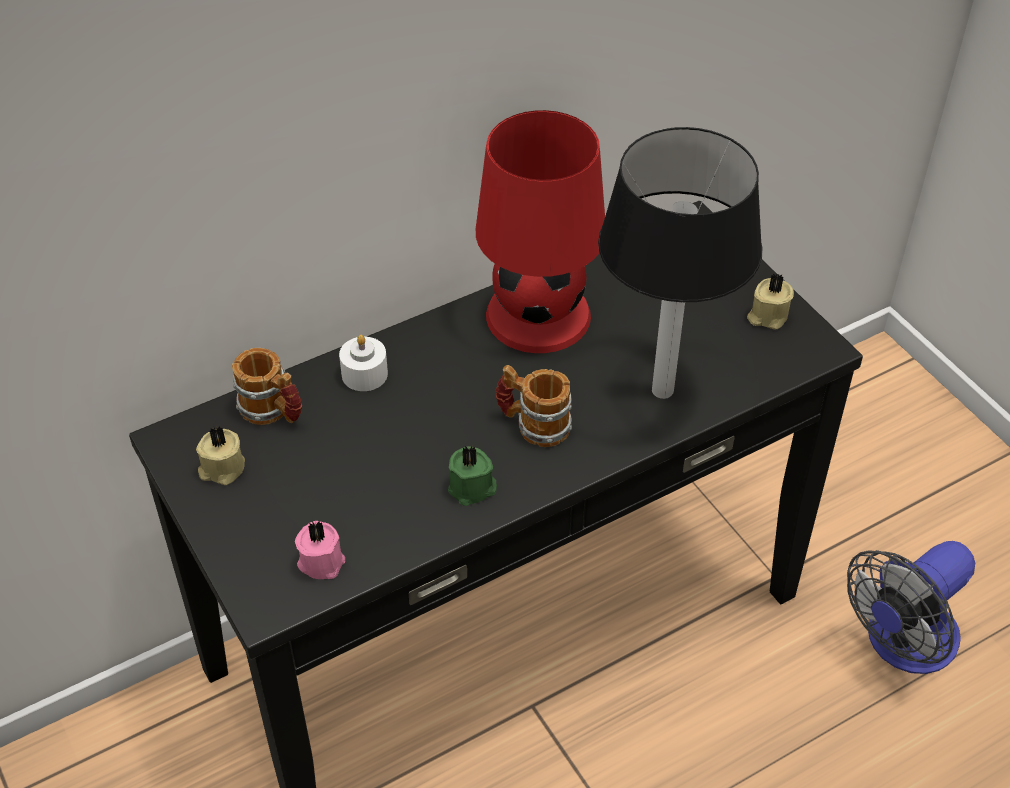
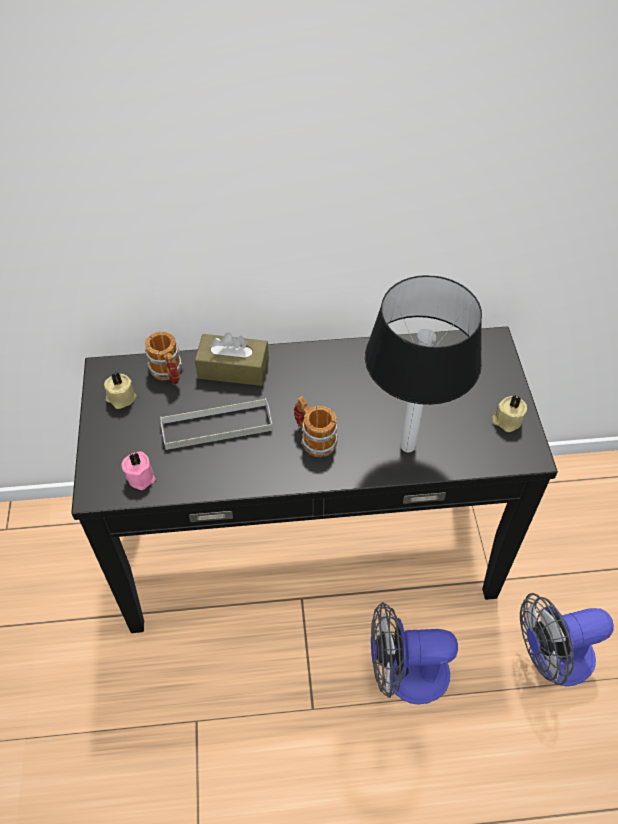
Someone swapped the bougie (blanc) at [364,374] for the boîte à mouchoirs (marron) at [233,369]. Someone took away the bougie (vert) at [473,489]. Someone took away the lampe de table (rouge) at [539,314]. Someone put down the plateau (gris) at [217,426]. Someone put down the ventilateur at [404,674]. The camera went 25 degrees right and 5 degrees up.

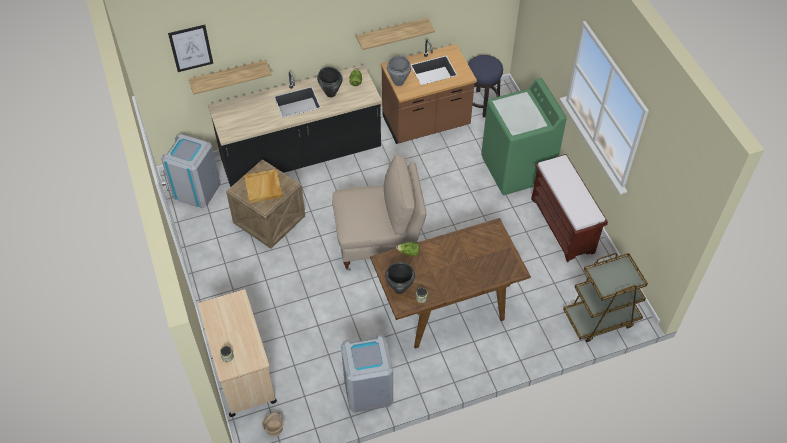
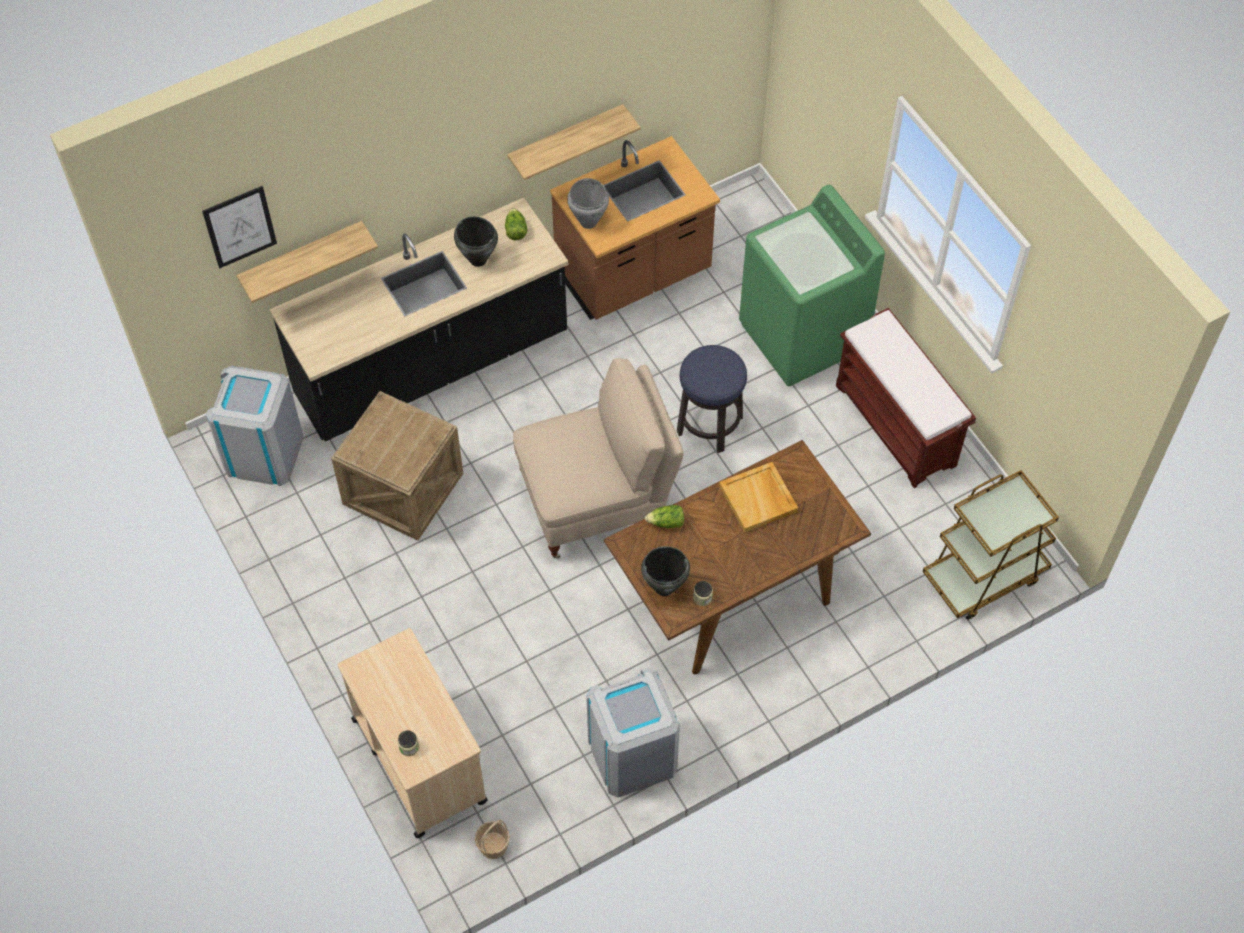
Someone carried the plateau (beige) from [263,187] to [759,499]. Someone carried the tabouret from [481,104] to [709,425]. The camera went 10 degrees left and 5 degrees up.

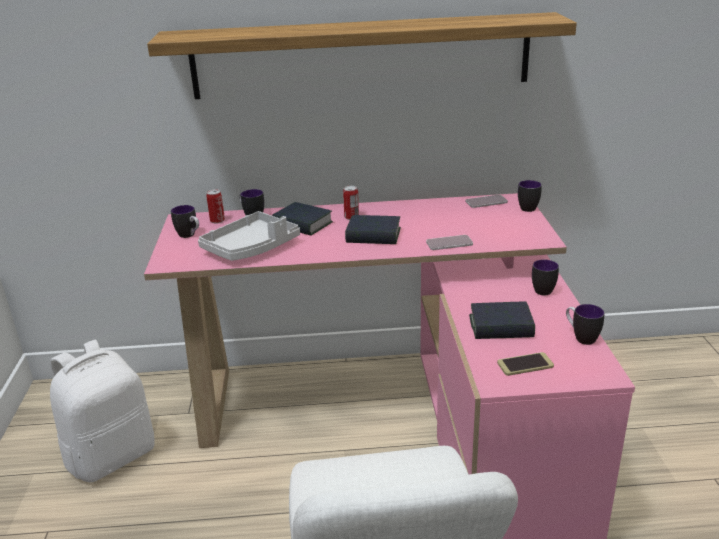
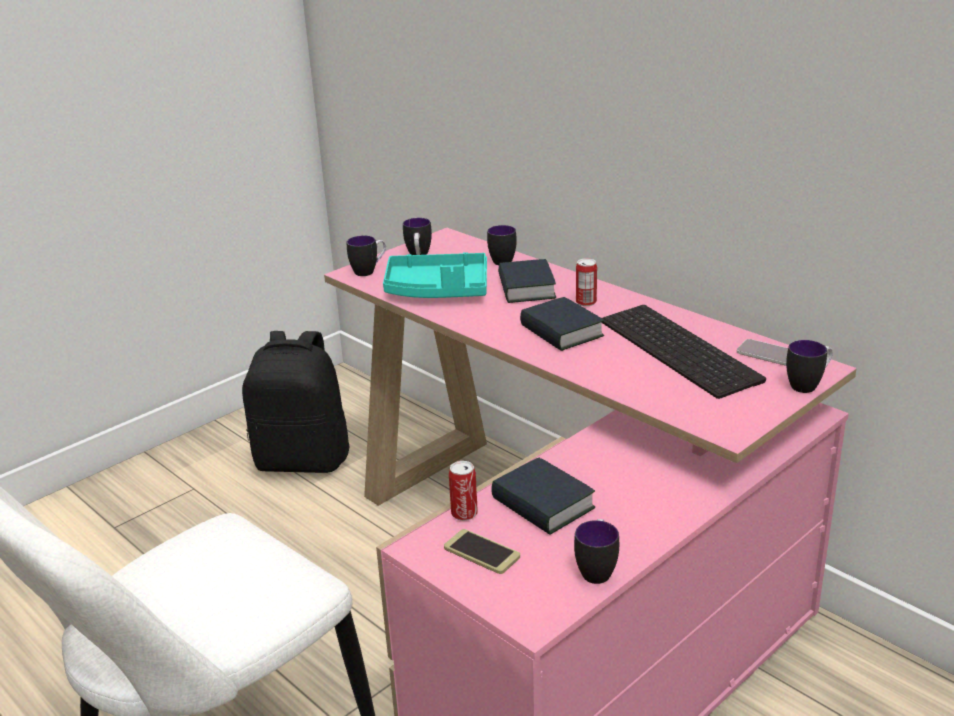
Someone repainted the sac à dos (blanc) at [112,455], which became the sac à dos (noir) at [303,460]. Someone took away the étagère at [361,56]. Someone repainted the plateau (gris) at [251,248], which became the plateau (turquoise) at [438,290]. Someone carried the boîte métallique from [217,220] to [464,513]. Someone took away the téléphone at [449,243]. Someone carried the mug from [542,289] to [369,271]. Someone put down the clavier at [682,349]. The camera went 50 degrees right and 0 degrees up.

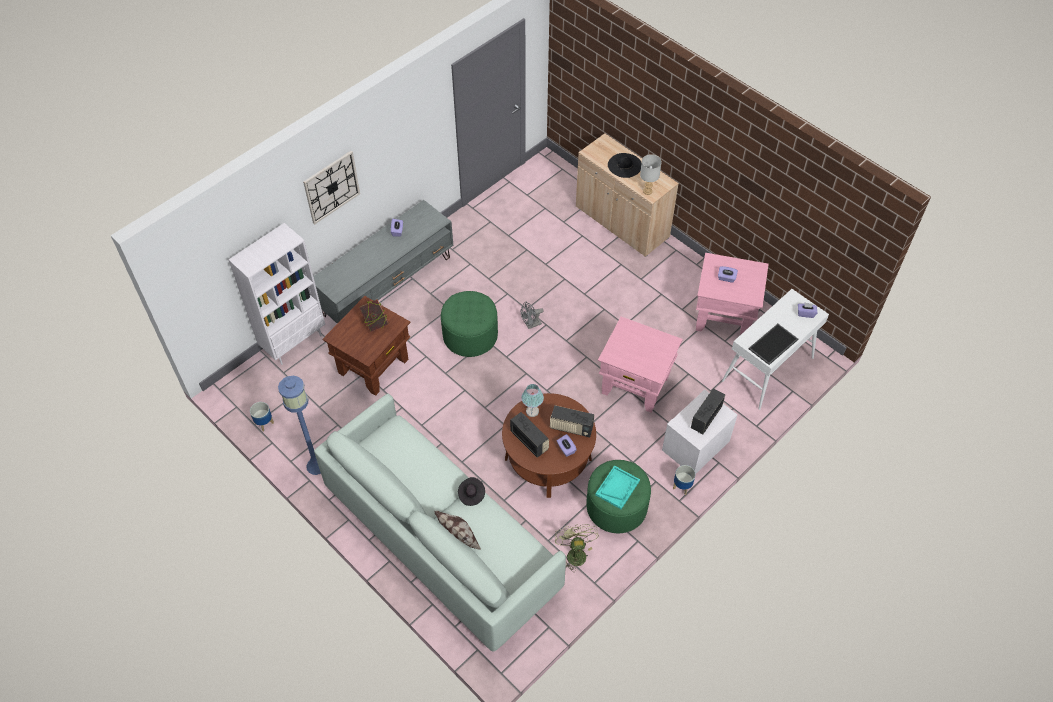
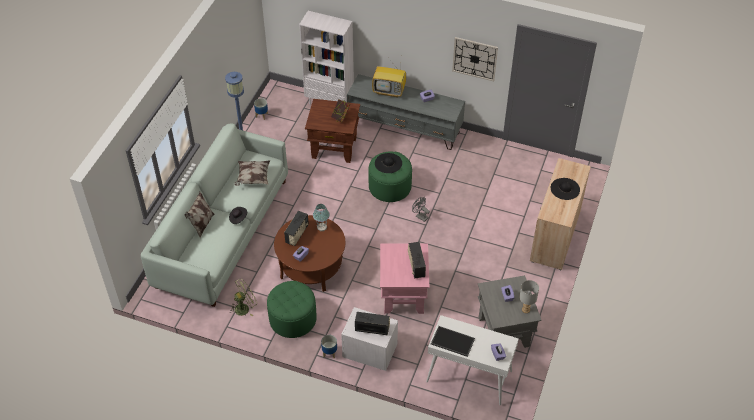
Someone carried the horloge murale from [331,187] to [475,58]. Someone carried the radio from [571,428] to [416,265]. Someone took away the plateau (turquoise) at [617,488]. Someone carried the lampe de table (gris) from [647,191] to [525,309]. Someone repainted the table d'appoint (rose) at [724,316], which became the table d'appoint (gris) at [504,331]. Someone put down the coussin at [253,178]. Someone put down the téléviseur at [389,91]. Someone put down the chapeau (noir) at [388,163]. The camera went 65 degrees right and 5 degrees down.

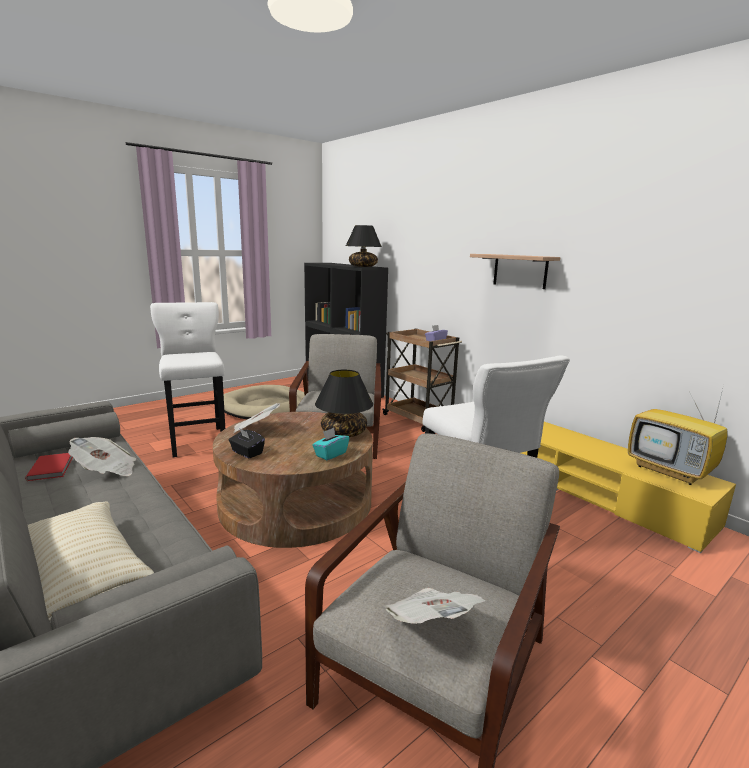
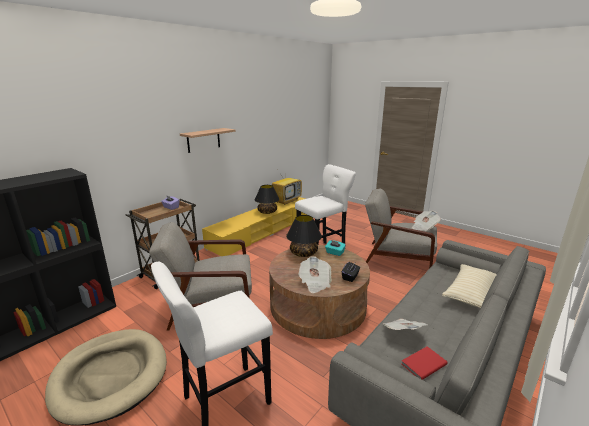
Someone carried the lampe de table (noir) from [363,266] to [267,212]. The camera went 100 degrees left and 5 degrees up.

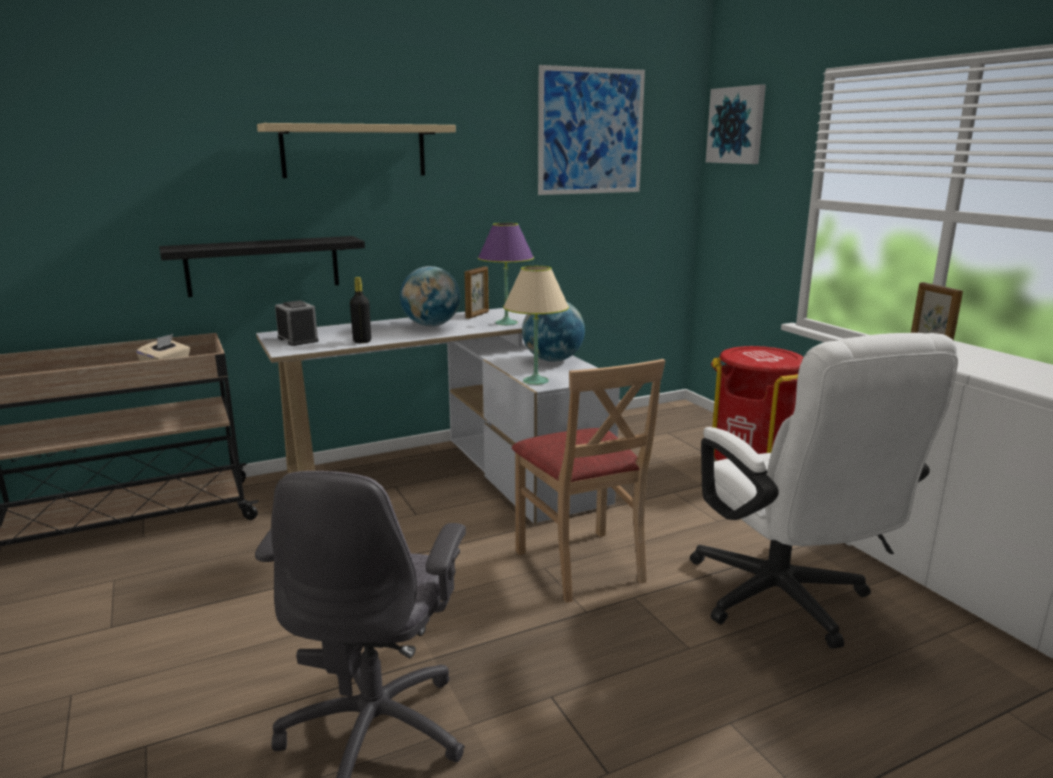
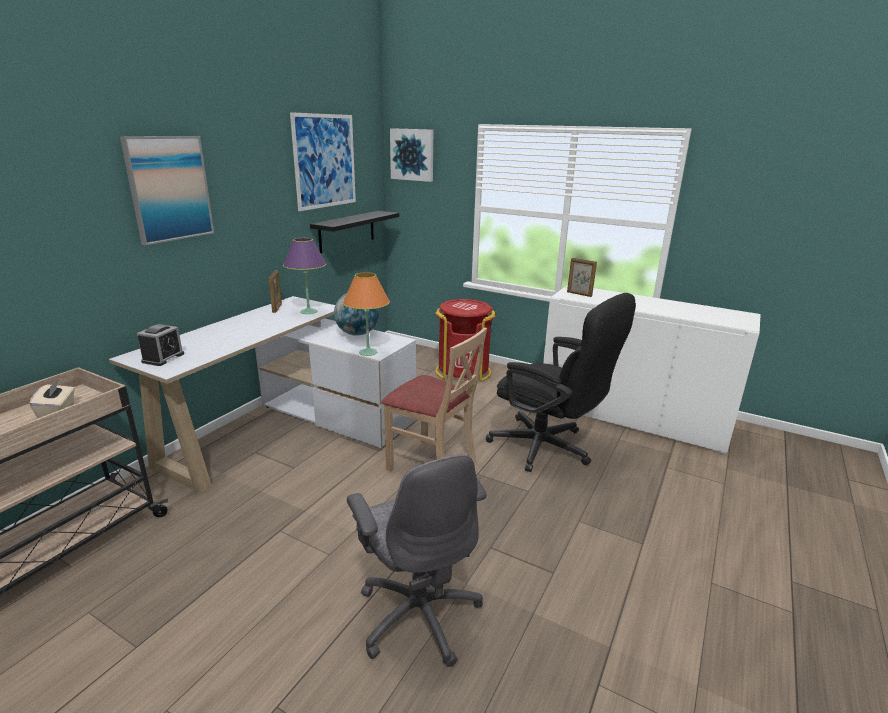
Someone carried the étagère (noir) from [263,265] to [347,231]. Someone swapped the étagère (beige) at [354,151] for the tableau at [169,189]. Someone rotated the réveil at [298,340] by 90 degrees clockwise. Someone took away the bouteille (noir) at [362,341]. Someone took away the globe at [431,325]. Someone repainted the lampe de table (beige) at [536,381], which became the lampe de table (orange) at [368,352]. Someone repainted the chaise de bureau (blanc) at [787,603], which became the chaise de bureau (noir) at [549,449]. The camera went 35 degrees left and 5 degrees up.

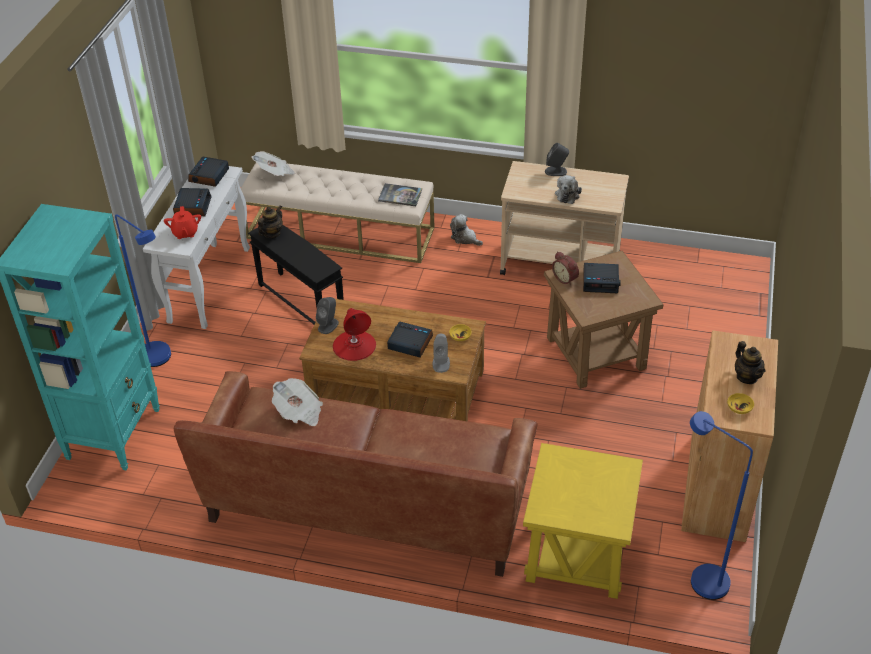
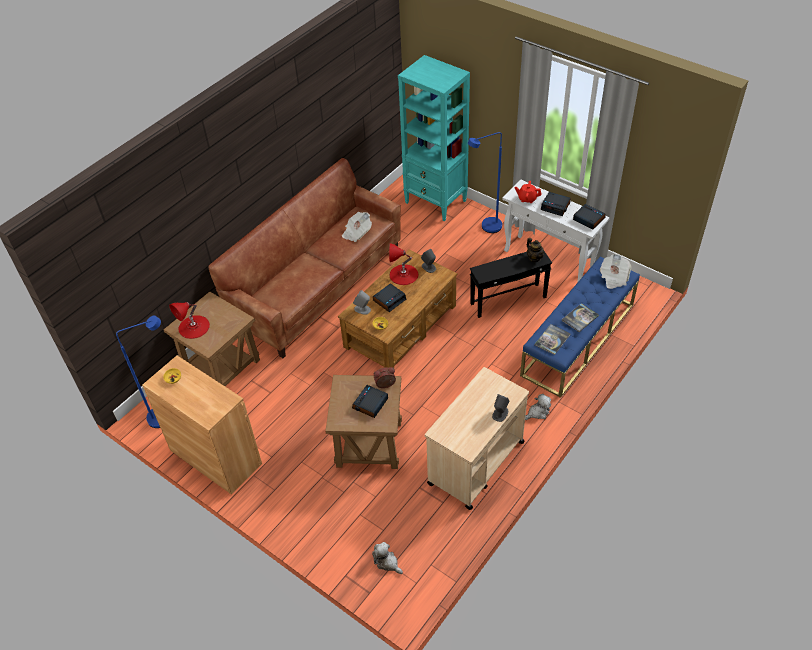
Someone repainted the banc (beige) at [340,233], which became the banc (bleu) at [578,339]. Someone repainted the table d'appoint (jaune) at [576,555], which became the table d'appoint (marron) at [221,365]. Someone carried the peluche from [568,194] to [387,562]. Someone took away the théière at [747,377]. Someone put down the lampe de table (rouge) at [194,327]. Someone put down the livre at [580,318]. The camera went 115 degrees right and 5 degrees up.

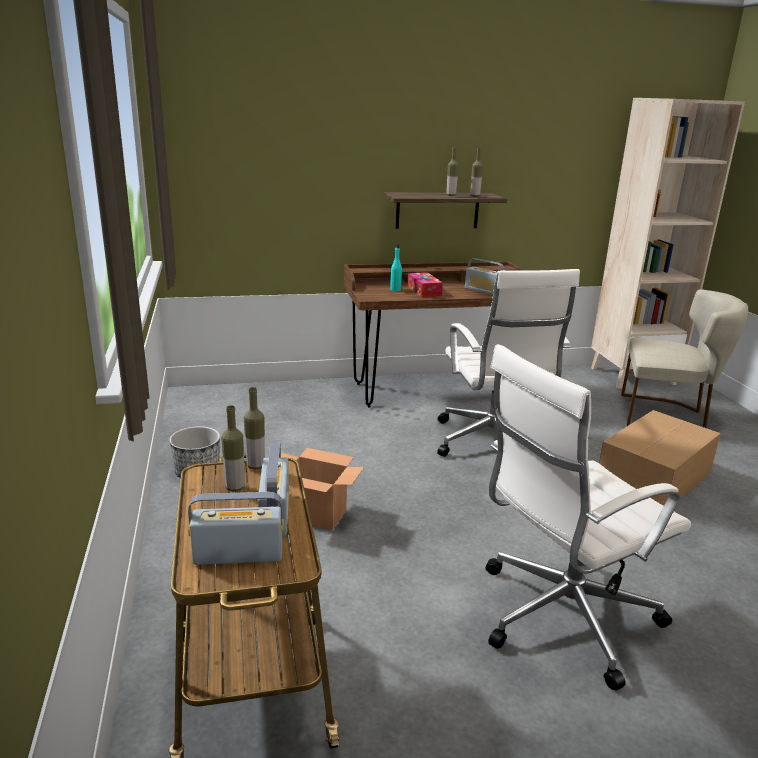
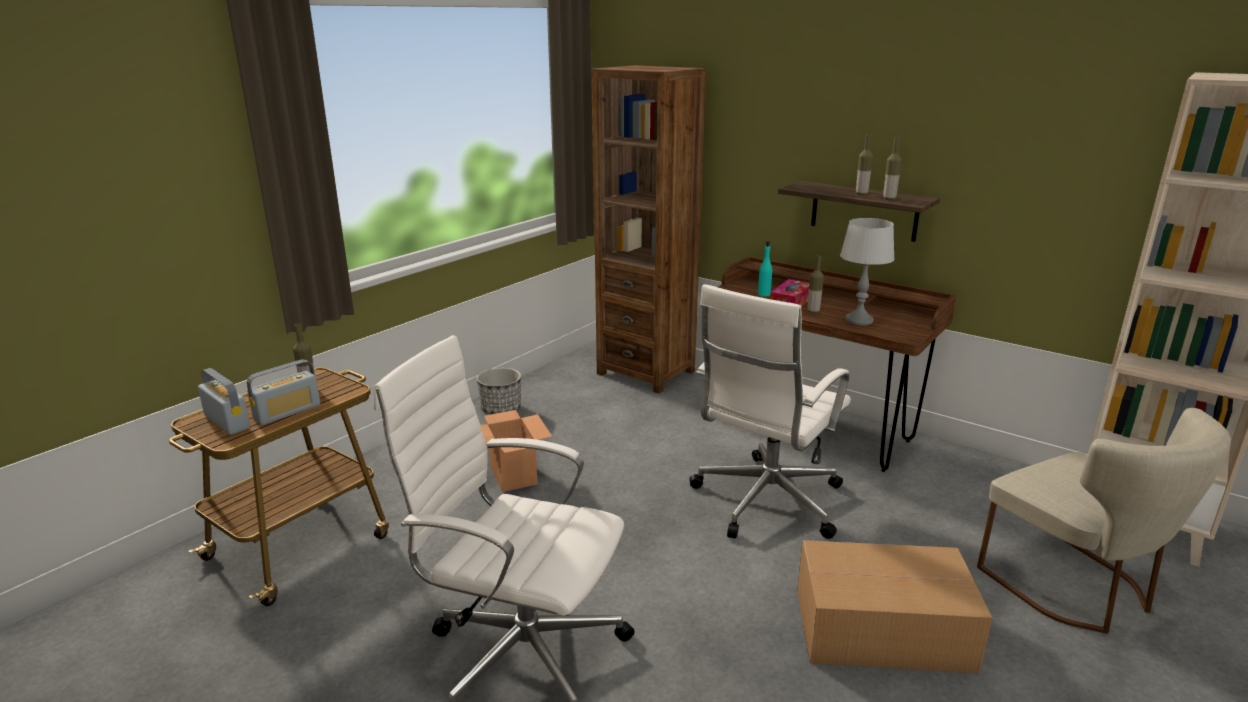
Someone carried the bouteille from [256,466] to [813,311]. Someone swapped the radio at [483,291] for the lampe de table (gris) at [859,320]. Someone put down the bibliothèque (marron) at [646,372]. The camera went 50 degrees right and 0 degrees up.

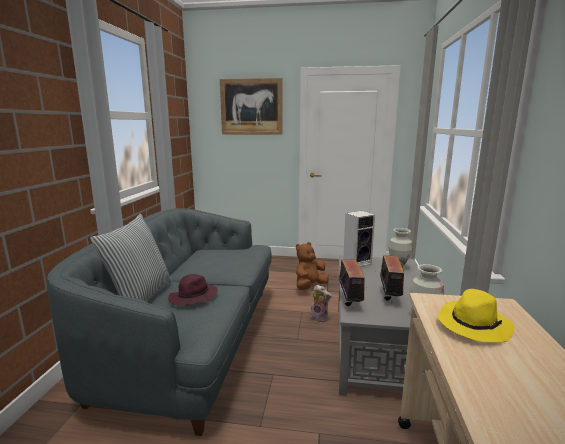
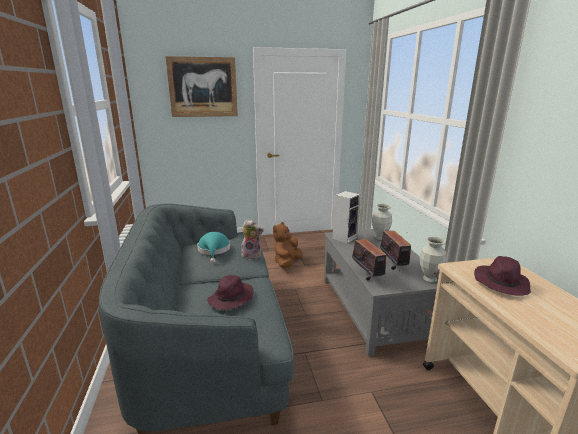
Someone took away the coussin at [140,298]. Someone carried the peluche from [320,318] to [252,255]. Someone repainted the chapeau (jaune) at [473,325], which became the chapeau (violet) at [500,283]. Someone put down the chapeau (turquoise) at [214,250]. The camera went 20 degrees left and 5 degrees up.

